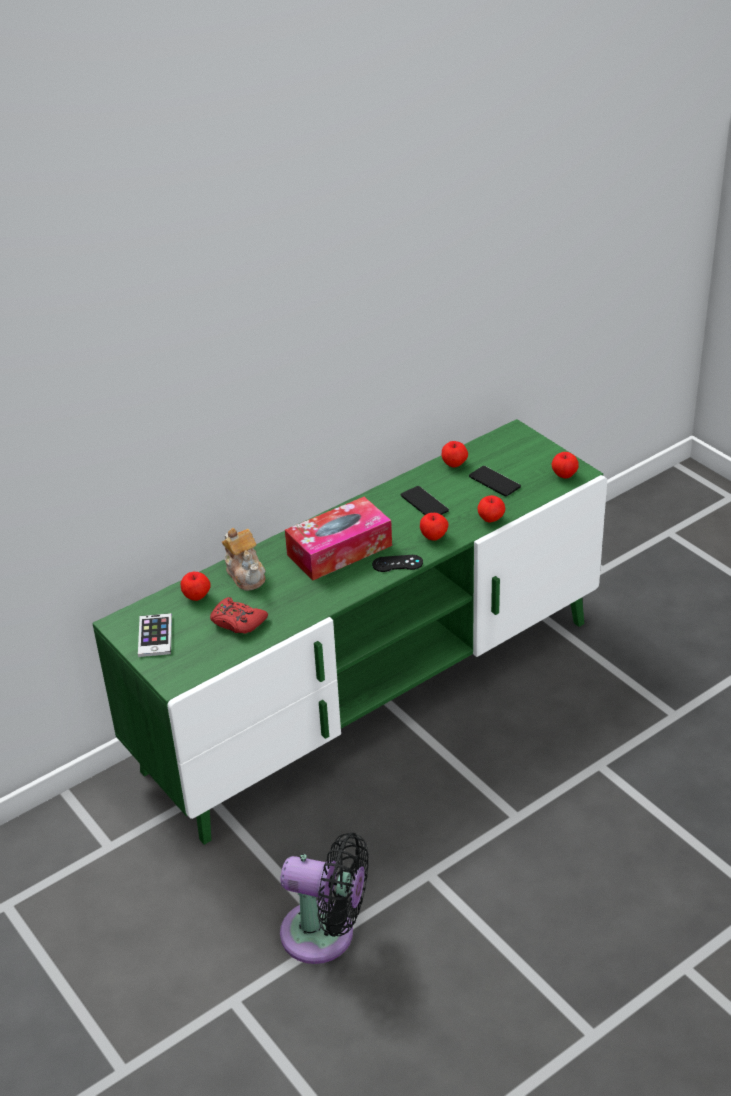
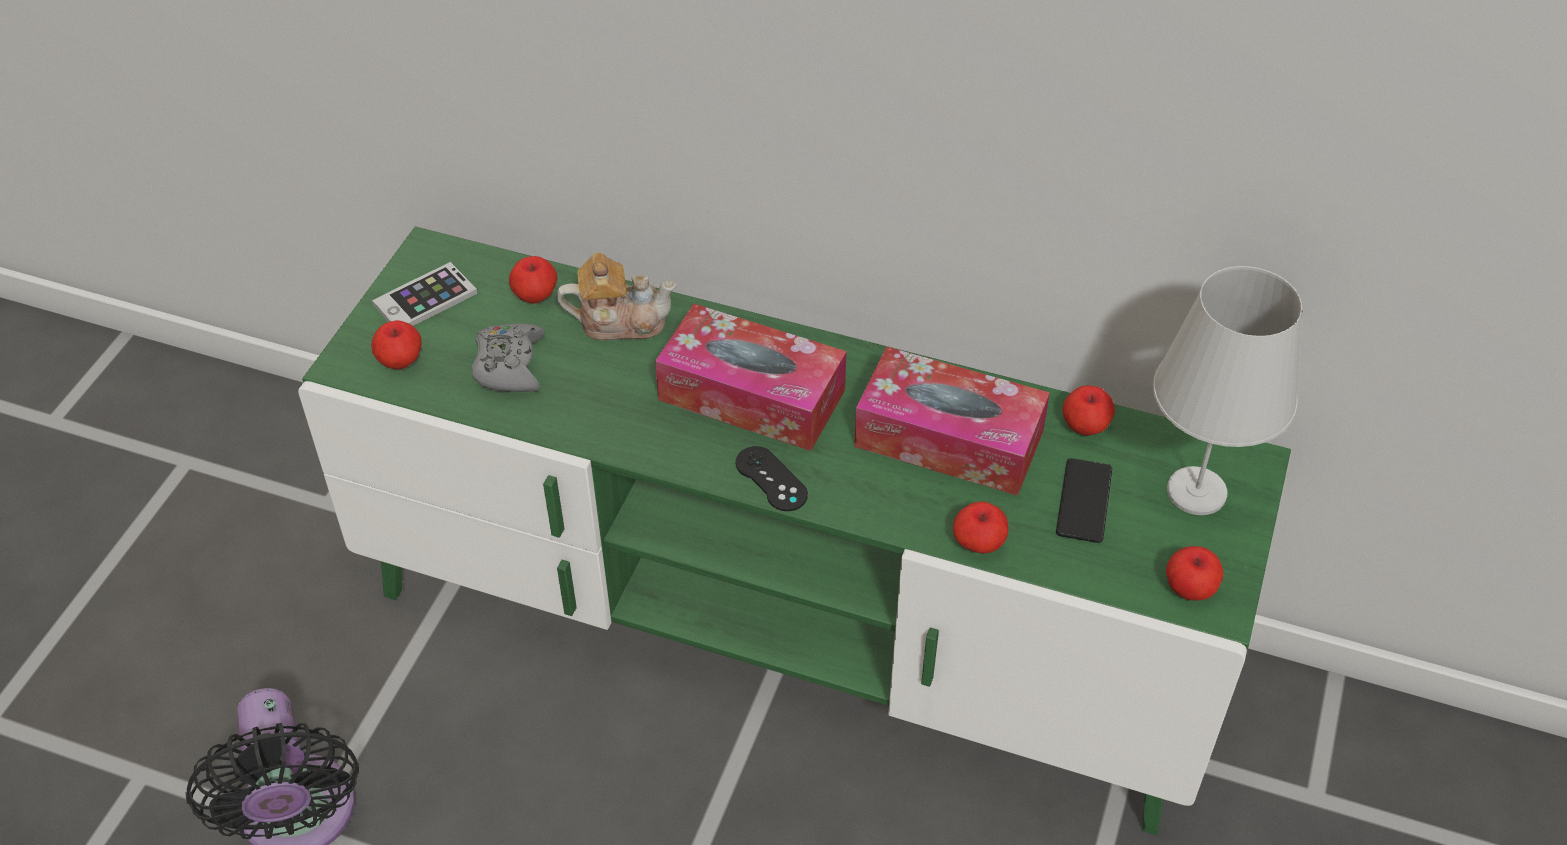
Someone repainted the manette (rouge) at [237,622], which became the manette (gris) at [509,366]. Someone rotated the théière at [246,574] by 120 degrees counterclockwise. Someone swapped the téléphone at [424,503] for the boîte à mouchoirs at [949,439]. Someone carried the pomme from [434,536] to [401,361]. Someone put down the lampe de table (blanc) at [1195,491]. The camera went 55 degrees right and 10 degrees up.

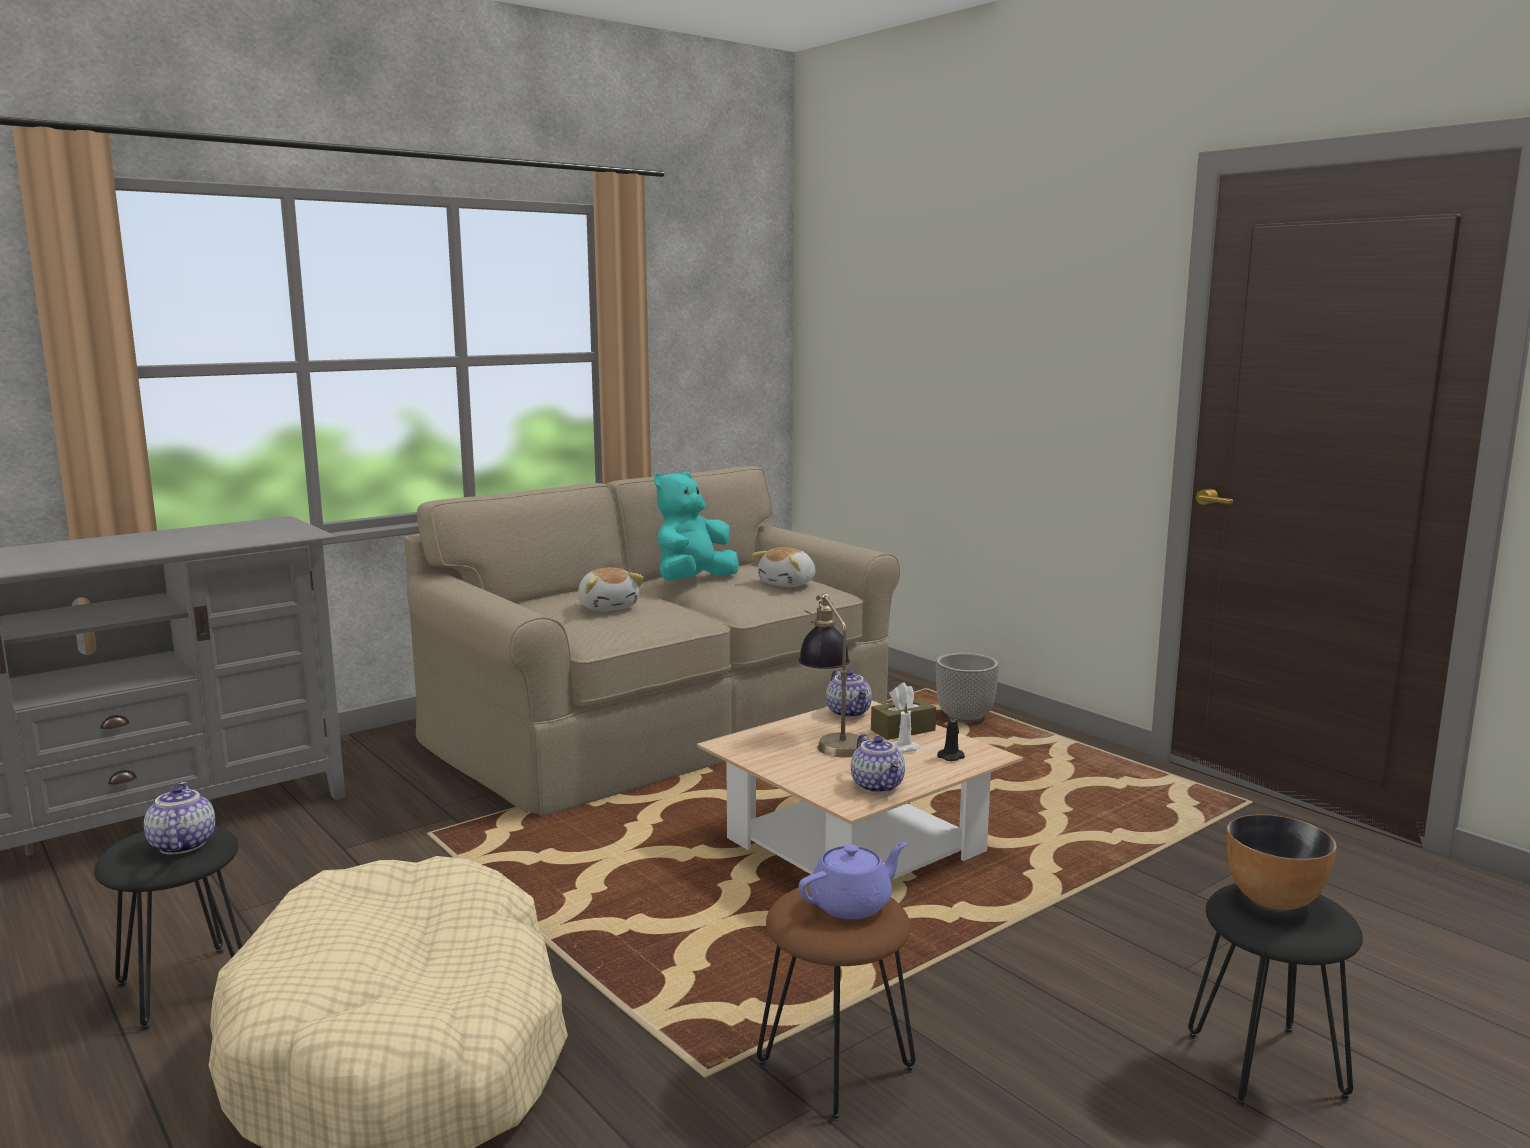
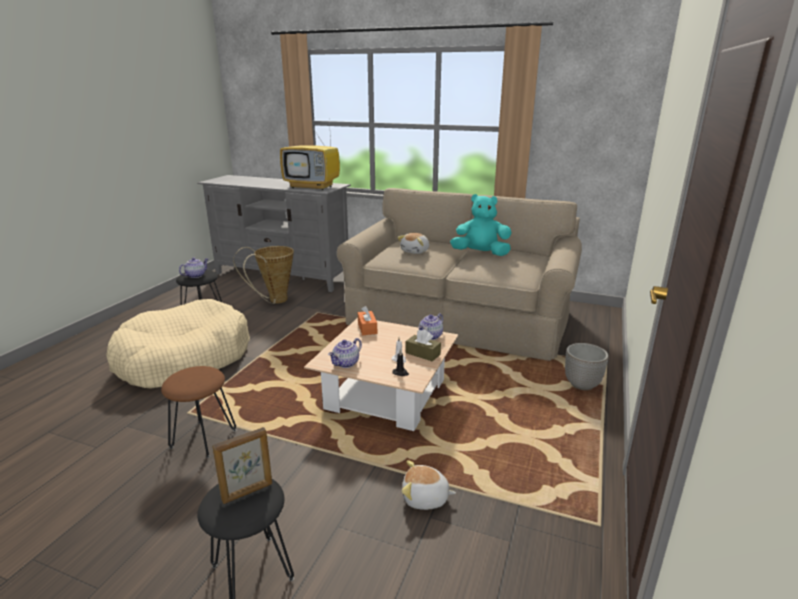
Someone carried the peluche from [788,584] to [425,498]. Someone took away the théière (violet) at [852,904]. Someone took away the lampe de table at [832,740]. Someone swapped the bol at [1273,899] for the cadre photo at [248,492]. Someone put down the panier at [274,301]. Someone put down the téléviseur at [313,187]. Someone put down the boîte à mouchoirs (orange) at [367,328]. The camera went 60 degrees right and 10 degrees up.

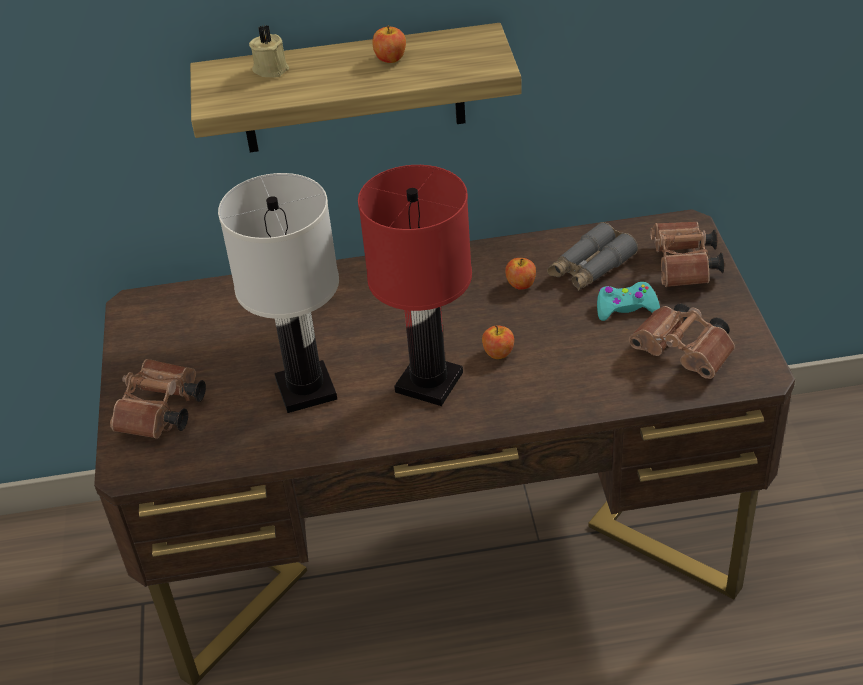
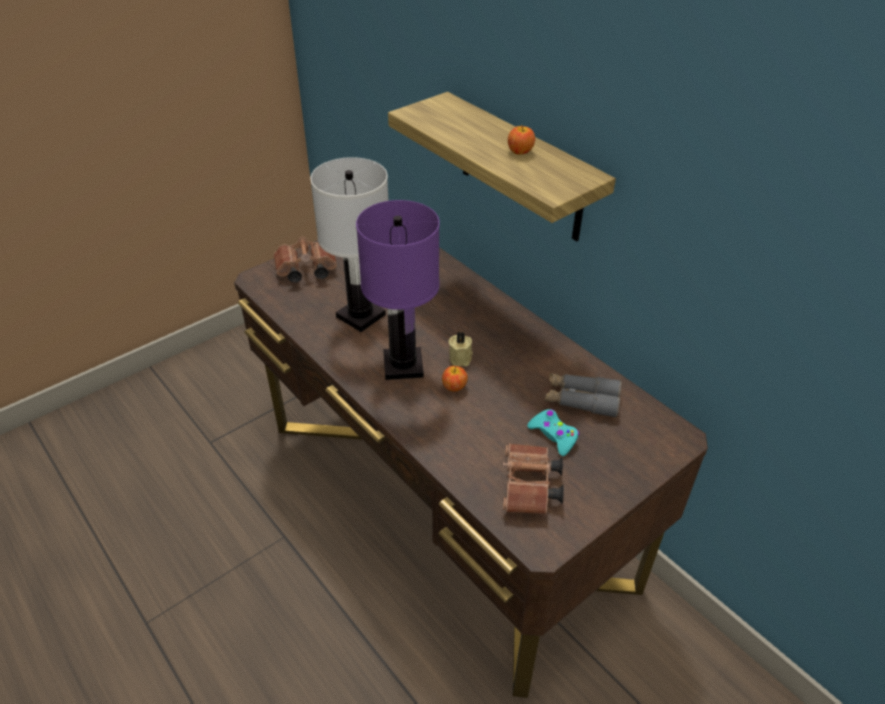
Someone carried the bougie (beige) from [271,68] to [461,358]. Someone repainted the lampe de table (rouge) at [429,383], which became the lampe de table (violet) at [402,366]. Someone took away the pomme at [520,284]. Someone took away the jumelles (marron) at [684,268]. The camera went 55 degrees right and 0 degrees up.

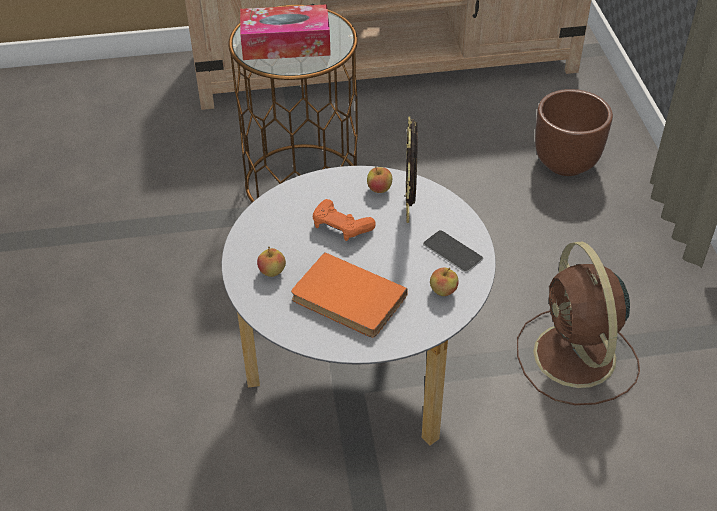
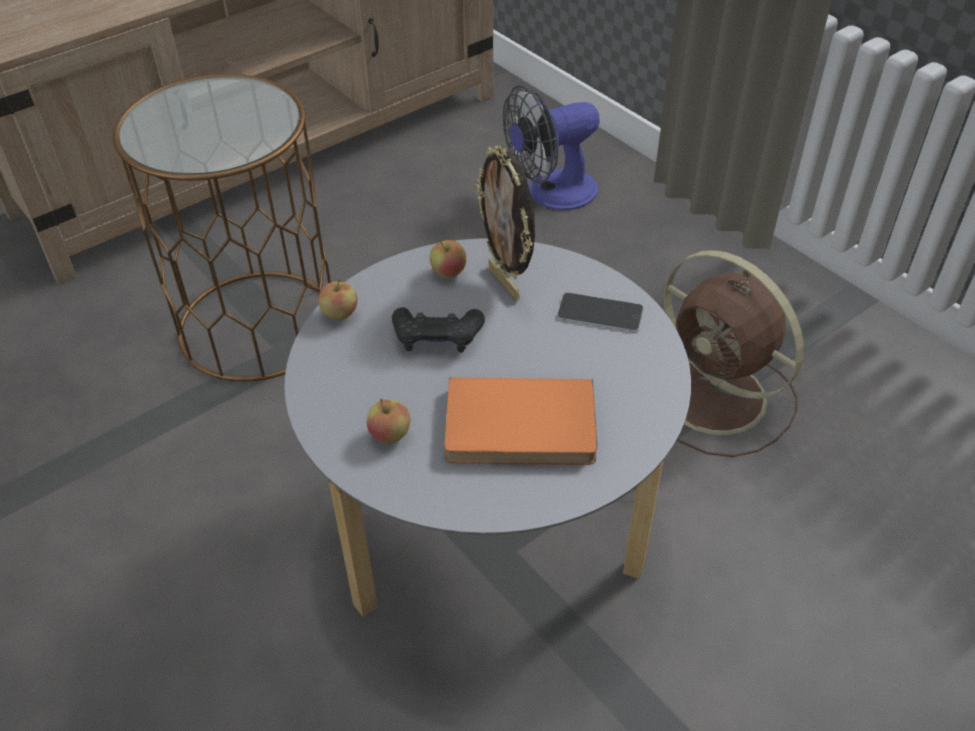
Someone took away the boîte à mouchoirs at [286,44]. Someone repainted the manette (orange) at [341,227], which became the manette (noir) at [437,338]. Someone carried the pomme from [443,291] to [339,314]. Someone swapped the cache-pot (marron) at [566,163] for the ventilateur at [551,193]. The camera went 30 degrees left and 0 degrees up.

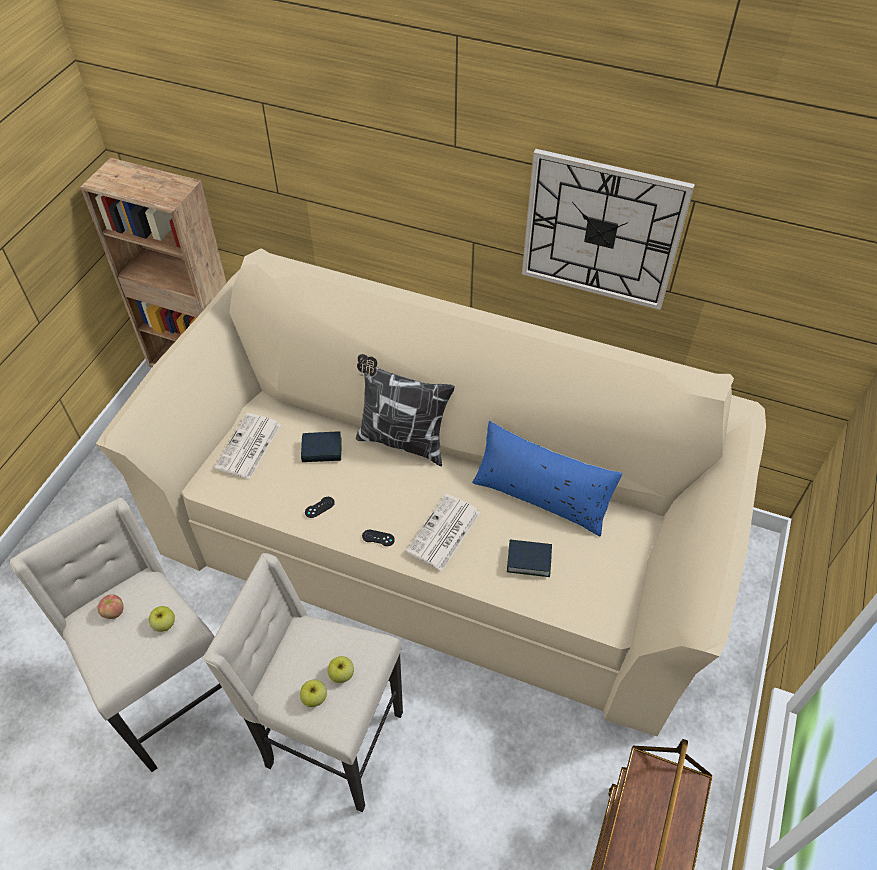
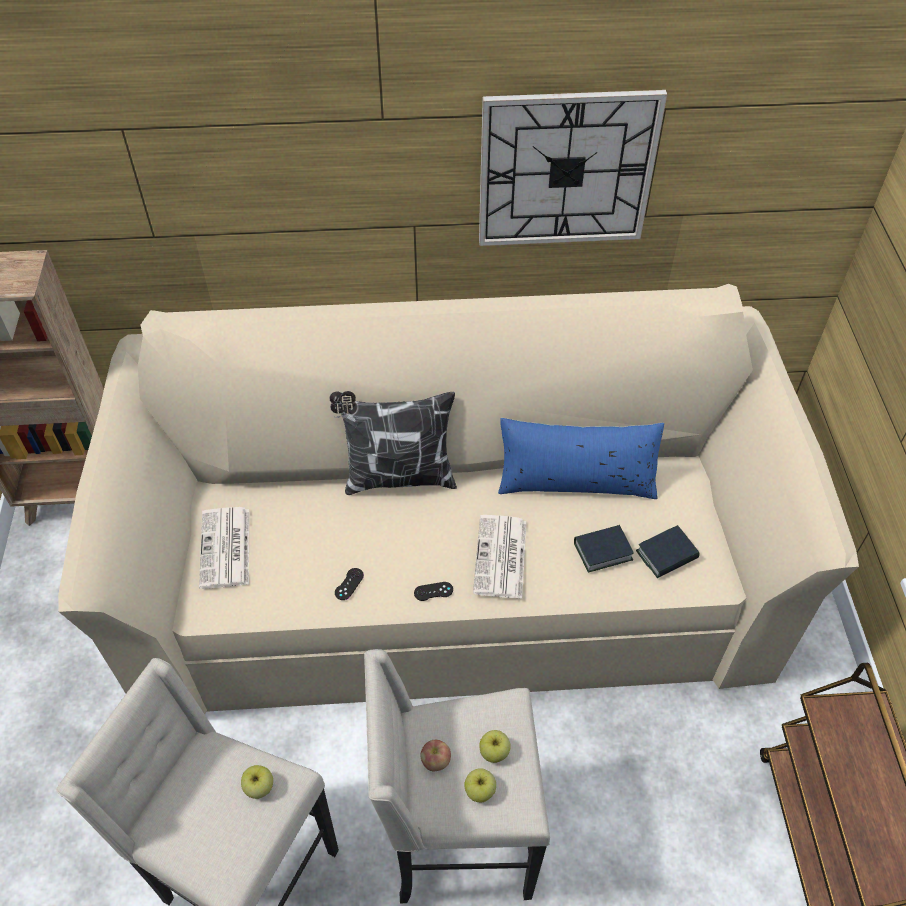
Someone carried the pomme from [113,612] to [435,761]. Someone carried the livre from [322,450] to [667,555]. The camera went 25 degrees left and 0 degrees up.

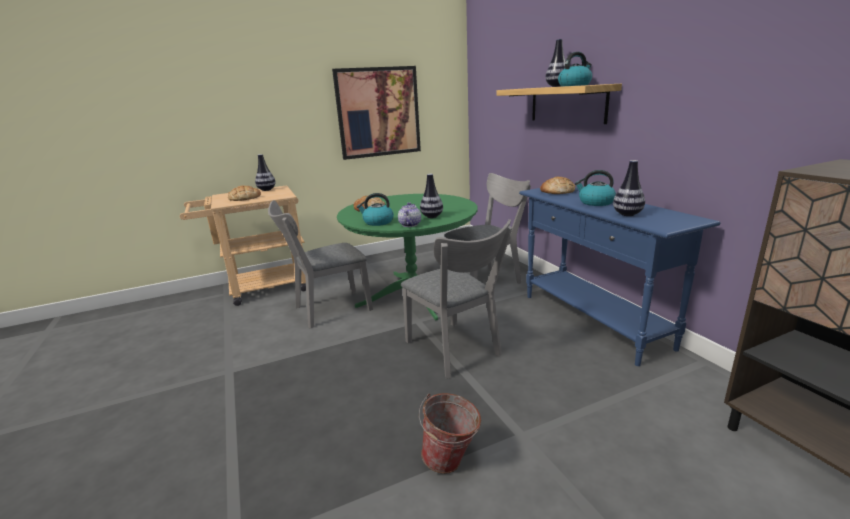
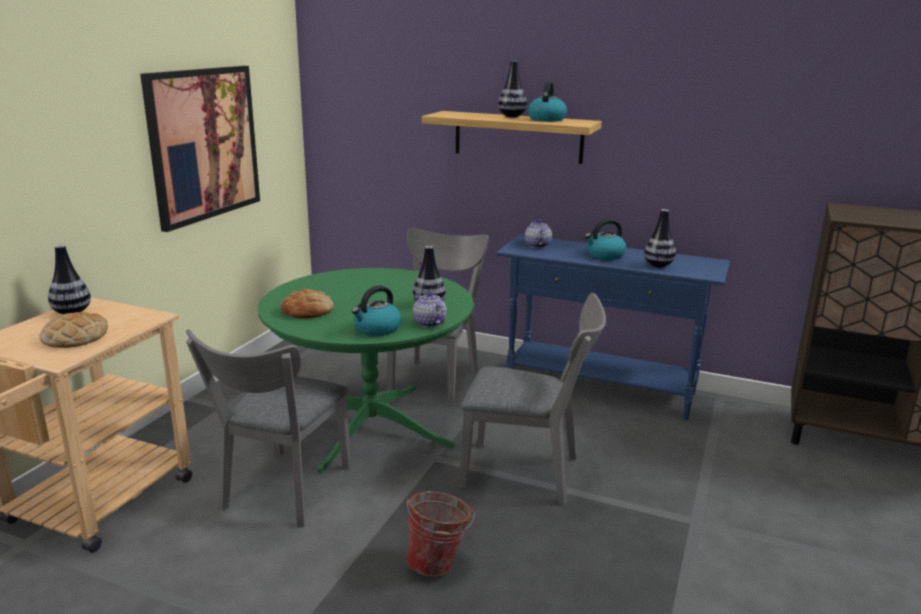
Someone carried the seau from [451,462] to [439,563]. Someone swapped the pain at [557,191] for the théière at [537,245]. The camera went 45 degrees left and 0 degrees up.

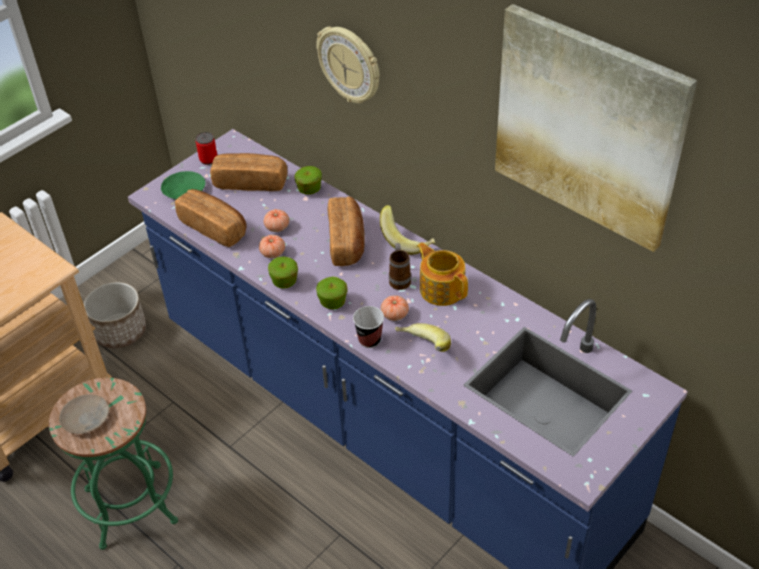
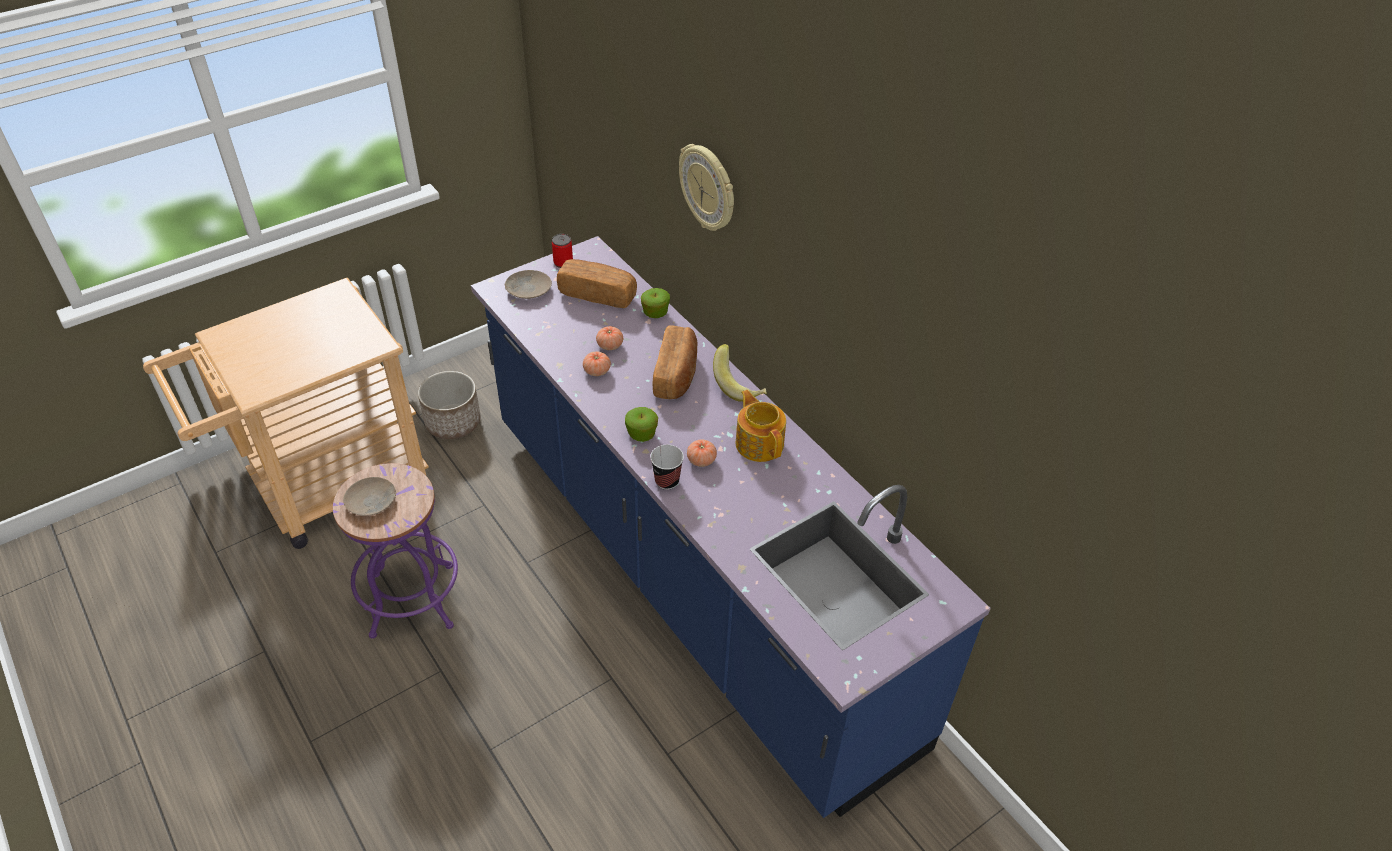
Someone repainted the tabouret (vert) at [131,505], which became the tabouret (violet) at [412,600]. Someone repainted the assiette (vert) at [183,190], which became the assiette (beige) at [528,289]. Someone took away the pain at [214,227]. Someone took away the pomme at [284,282]. Someone took away the mug at [399,279]. Someone took away the banane at [422,348]. Someone took away the tableau at [588,127]. The camera went 10 degrees right and 0 degrees up.

